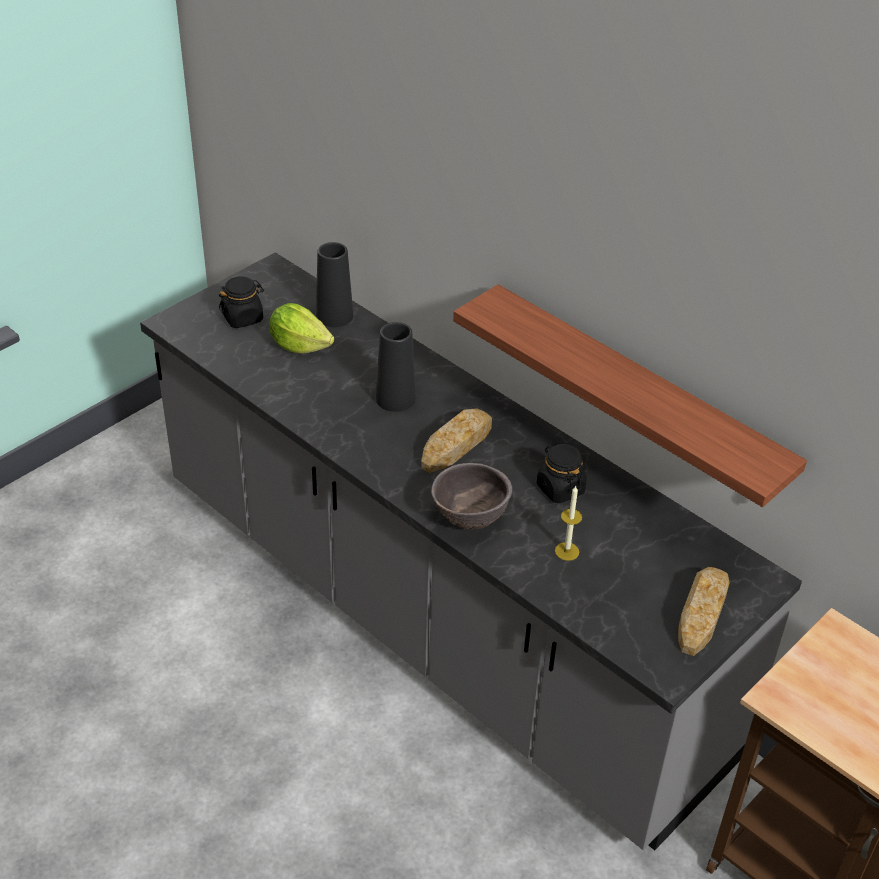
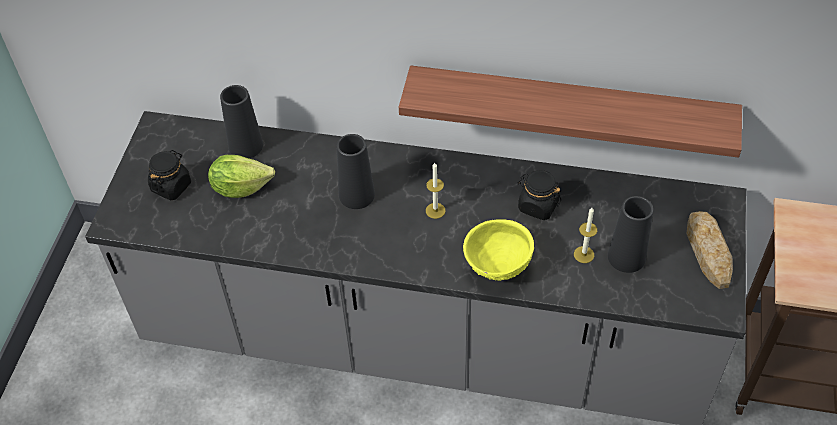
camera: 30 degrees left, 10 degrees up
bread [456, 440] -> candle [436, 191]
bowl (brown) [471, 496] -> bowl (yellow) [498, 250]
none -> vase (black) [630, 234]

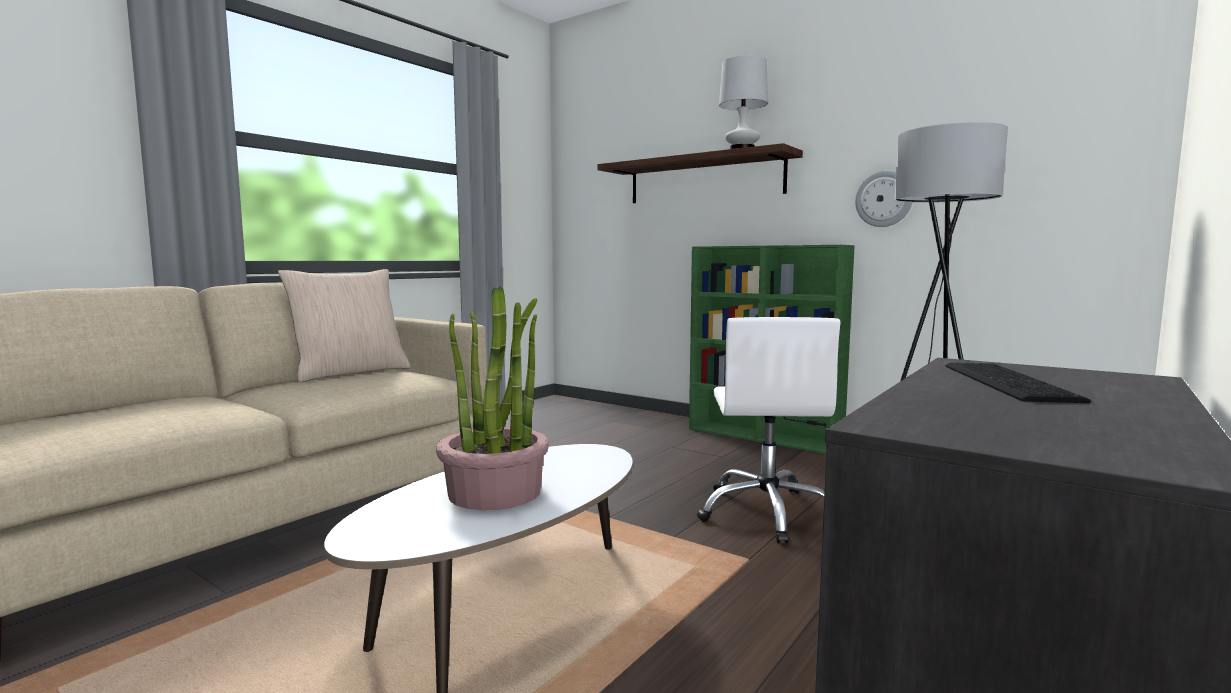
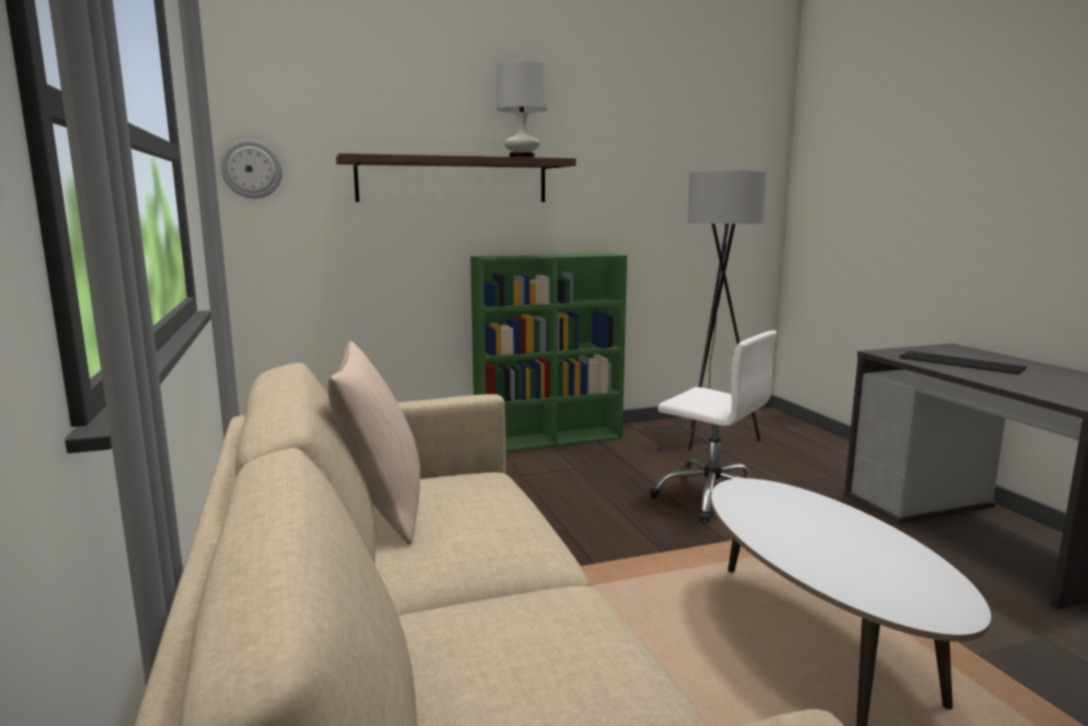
camera: 55 degrees left, 5 degrees up
potted plant [492, 398] -> none
wall clock [883, 199] -> wall clock [251, 169], moved

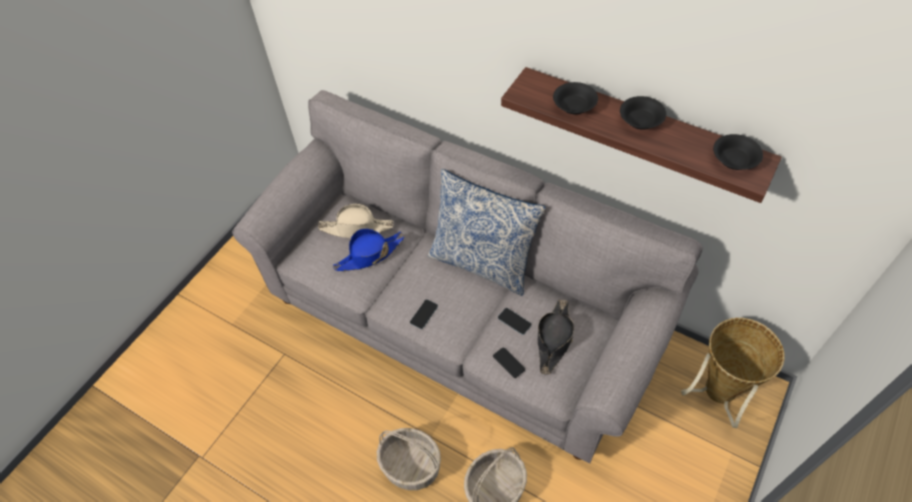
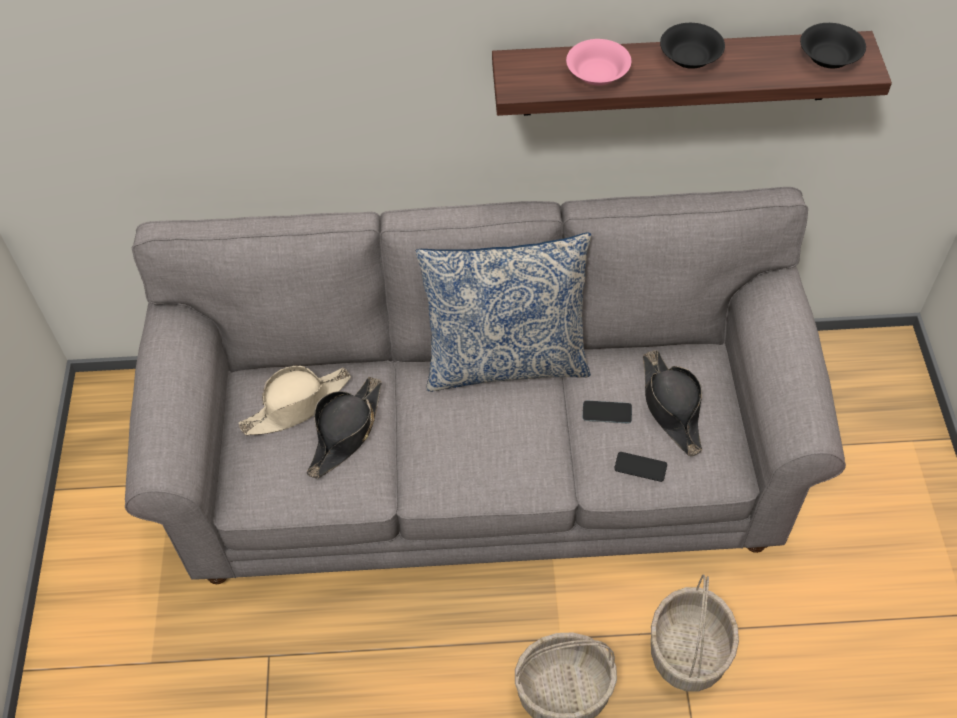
camera: 35 degrees left, 0 degrees up
hat (blue) [368, 249] -> hat (black) [344, 428]
phone [424, 314] -> none
bowl (black) [575, 98] -> bowl (pink) [598, 62]
basket [733, 373] -> none

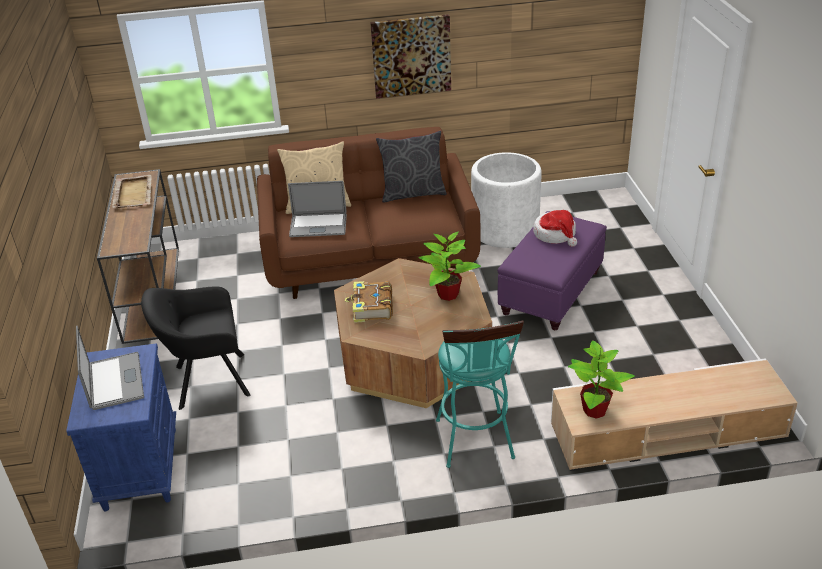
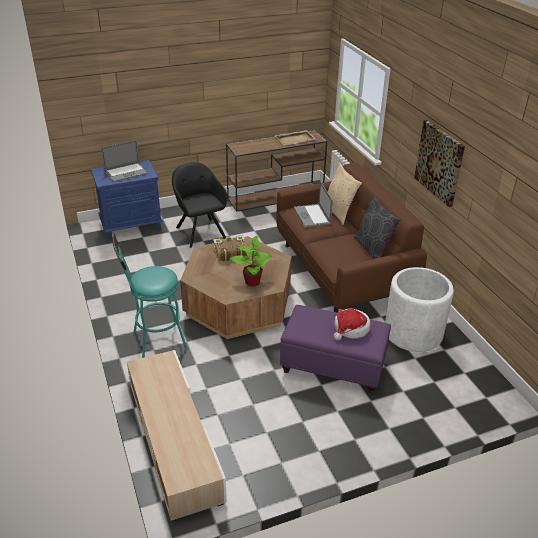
camera: 75 degrees right, 0 degrees up
potted plant [601, 379] -> none

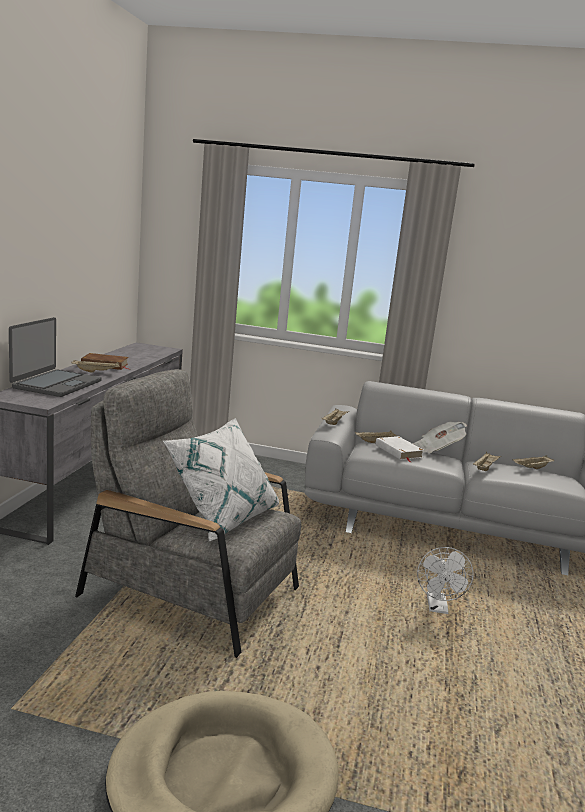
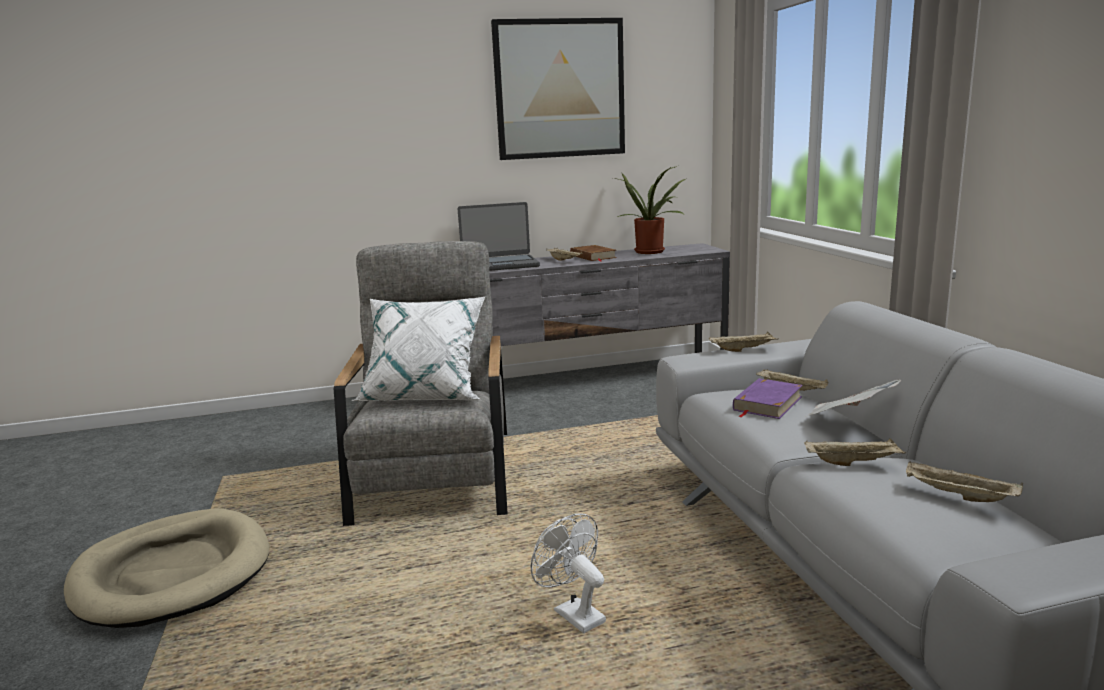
camera: 65 degrees right, 0 degrees up
book (white) [400, 449] -> book (purple) [768, 398]
fan (white) [445, 580] -> fan (white) [568, 573], 75 degrees clockwise
none -> picture [558, 89]
none -> potted plant [649, 210]

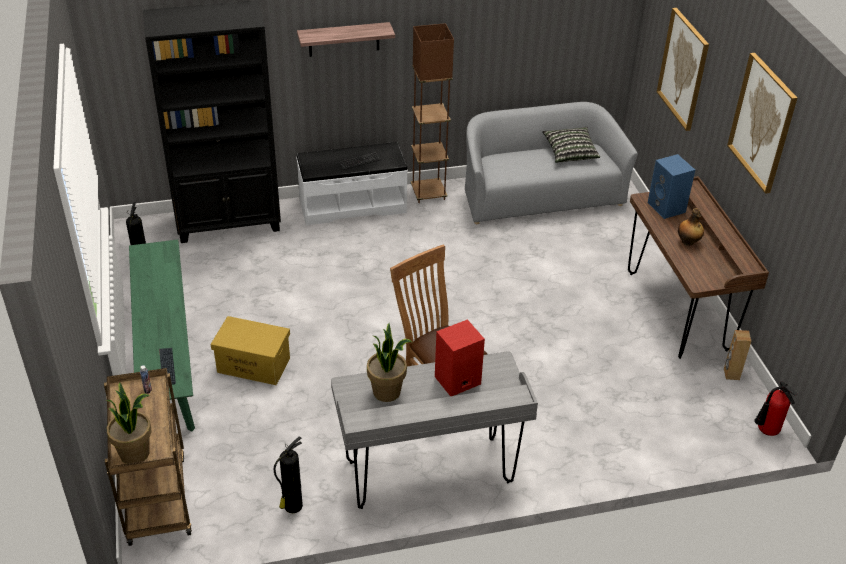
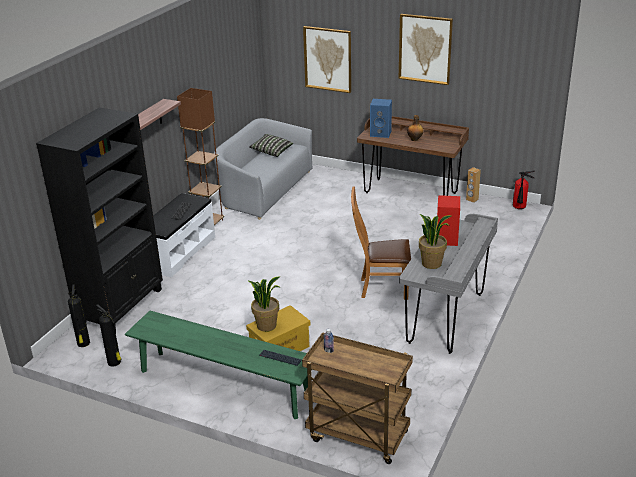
camera: 50 degrees left, 10 degrees down
potted plant [128, 423] -> potted plant [265, 304], moved
fire extinguisher [288, 474] -> fire extinguisher [79, 315], moved

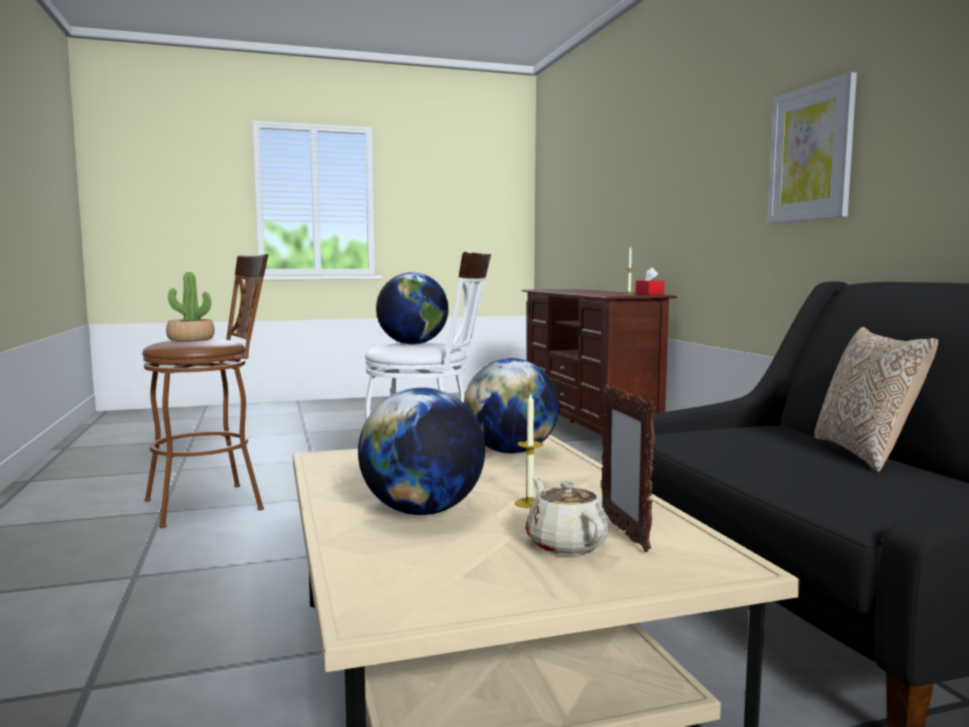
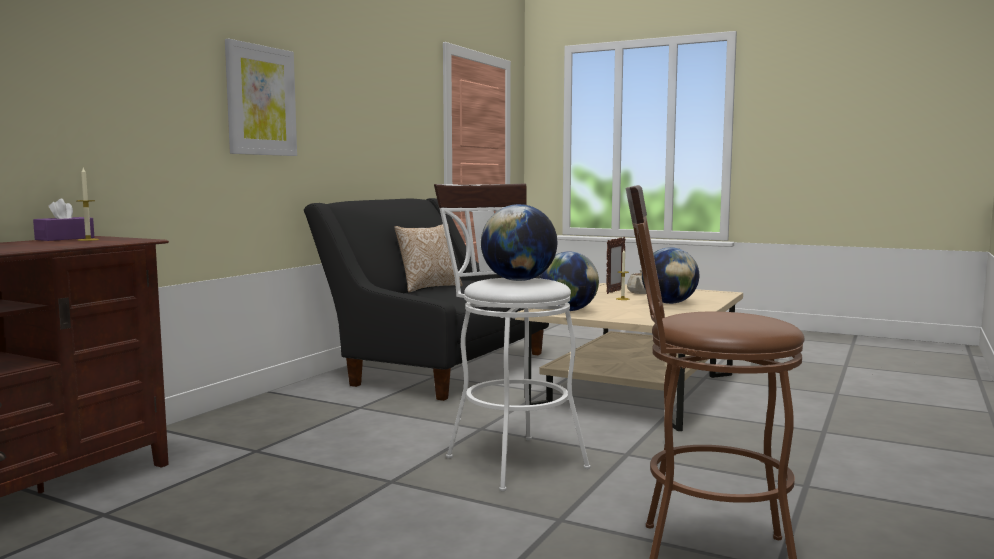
camera: 135 degrees left, 0 degrees up
potted plant [190, 306] -> none
tissue box (red) [649, 281] -> tissue box (purple) [63, 220]

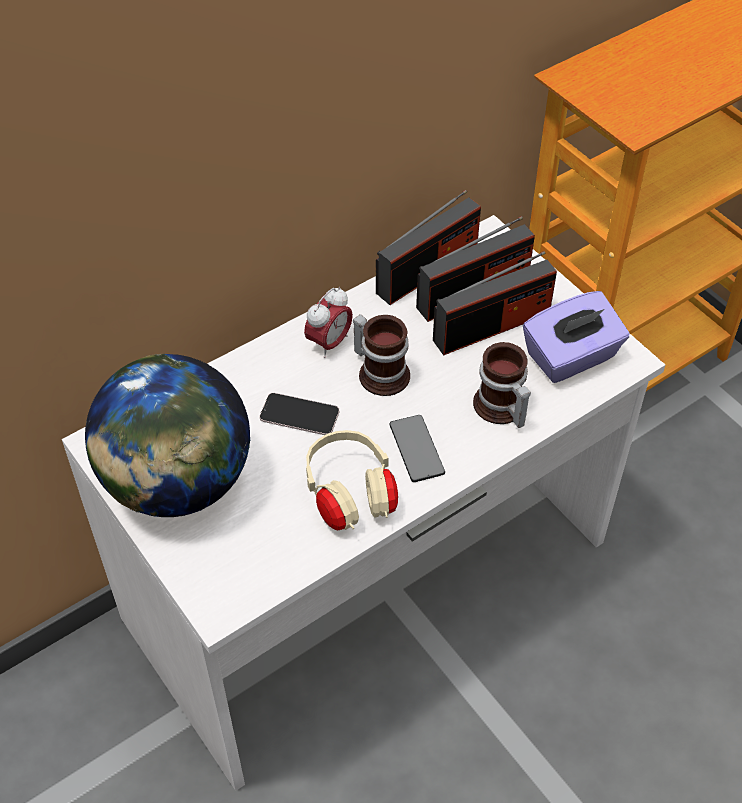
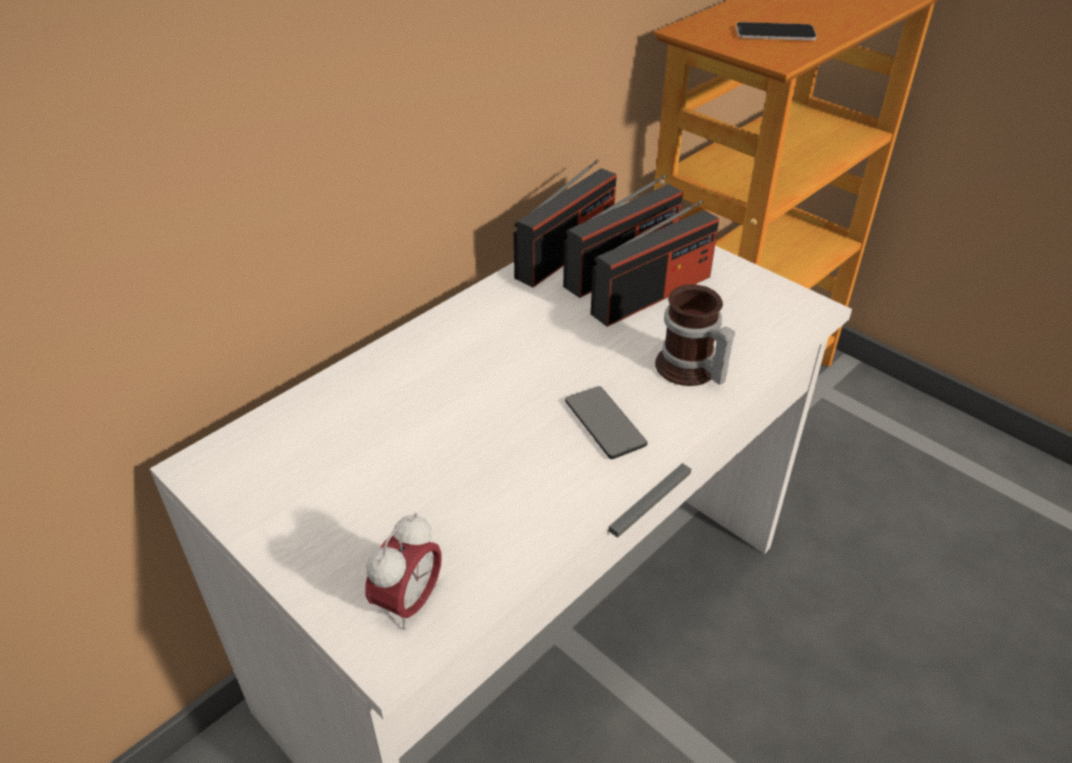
camera: 10 degrees left, 10 degrees down
globe [167, 435] -> none
phone [299, 414] -> phone [776, 31], moved
alarm clock [328, 322] -> alarm clock [403, 571], moved
headphones (beige) [352, 480] -> none
mug [381, 355] -> none
tissue box (purple) [576, 337] -> none

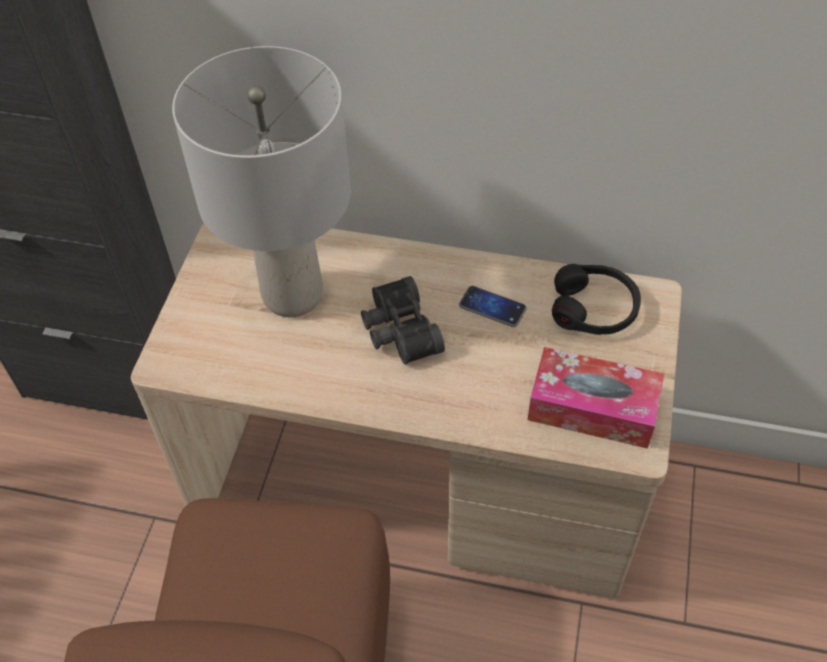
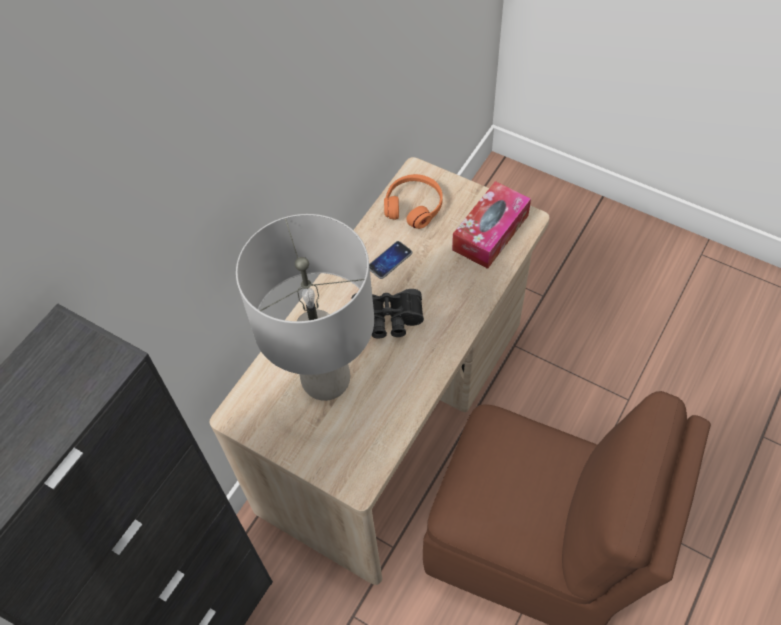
camera: 70 degrees left, 5 degrees up
headphones (black) [596, 299] -> headphones (orange) [413, 201]

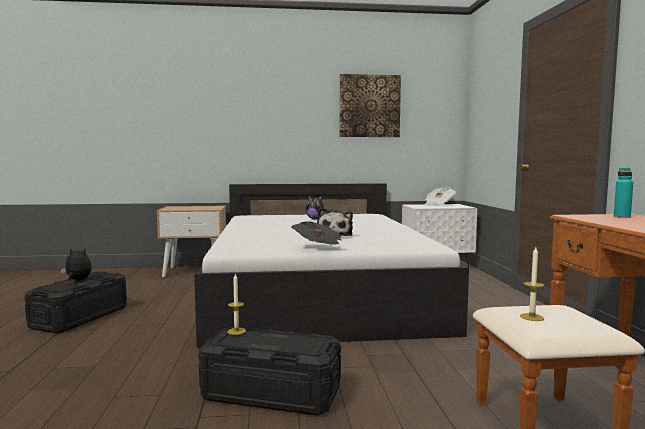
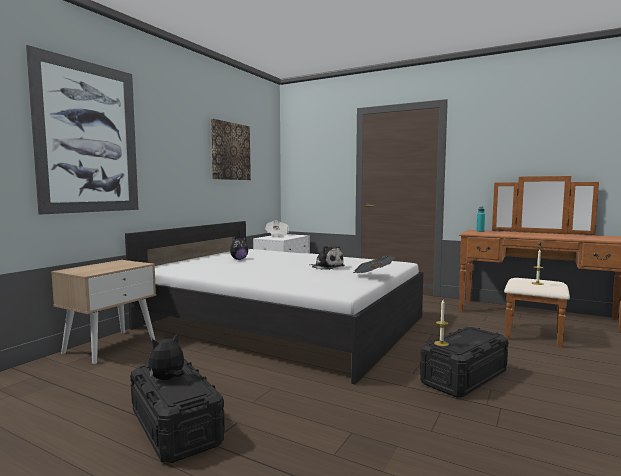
camera: 55 degrees left, 0 degrees up
none -> picture [82, 130]

